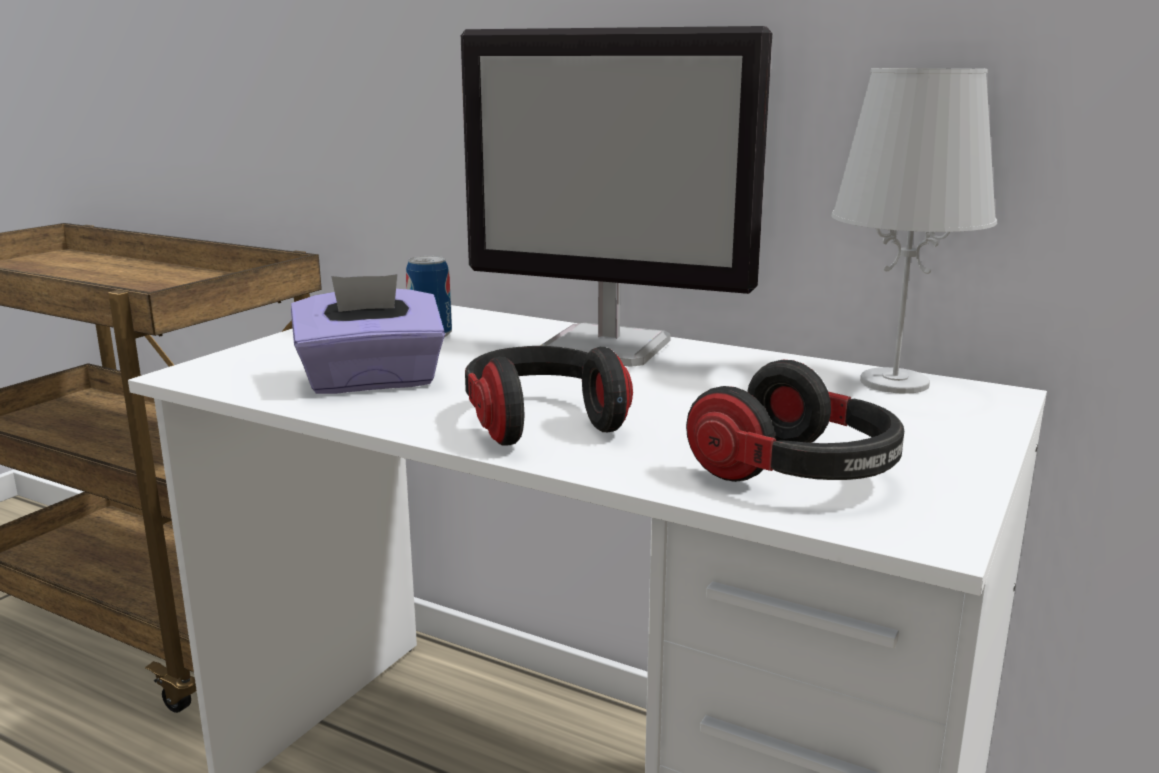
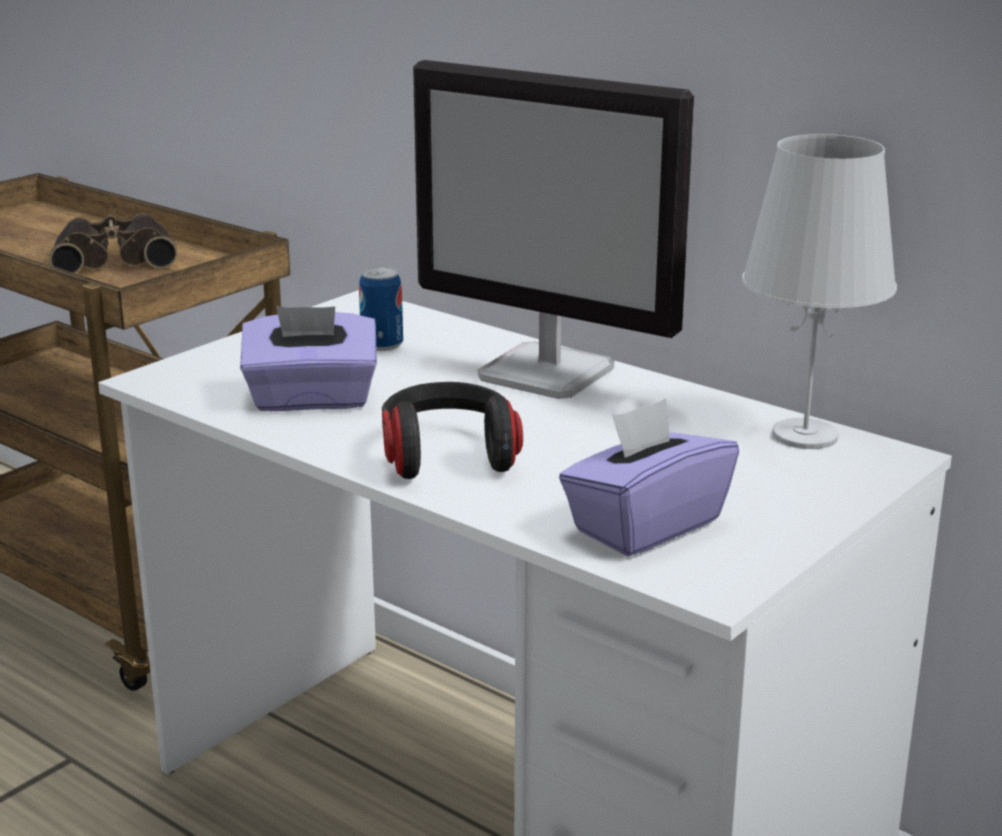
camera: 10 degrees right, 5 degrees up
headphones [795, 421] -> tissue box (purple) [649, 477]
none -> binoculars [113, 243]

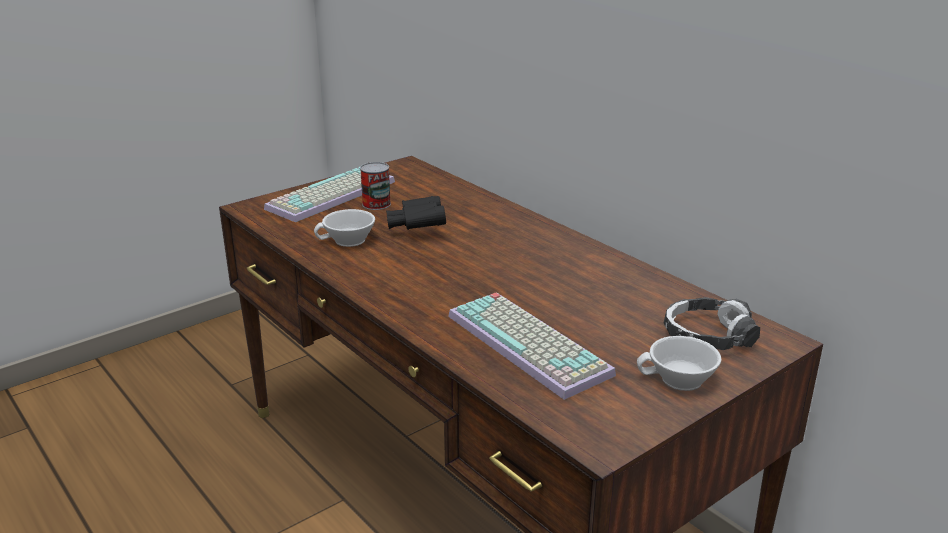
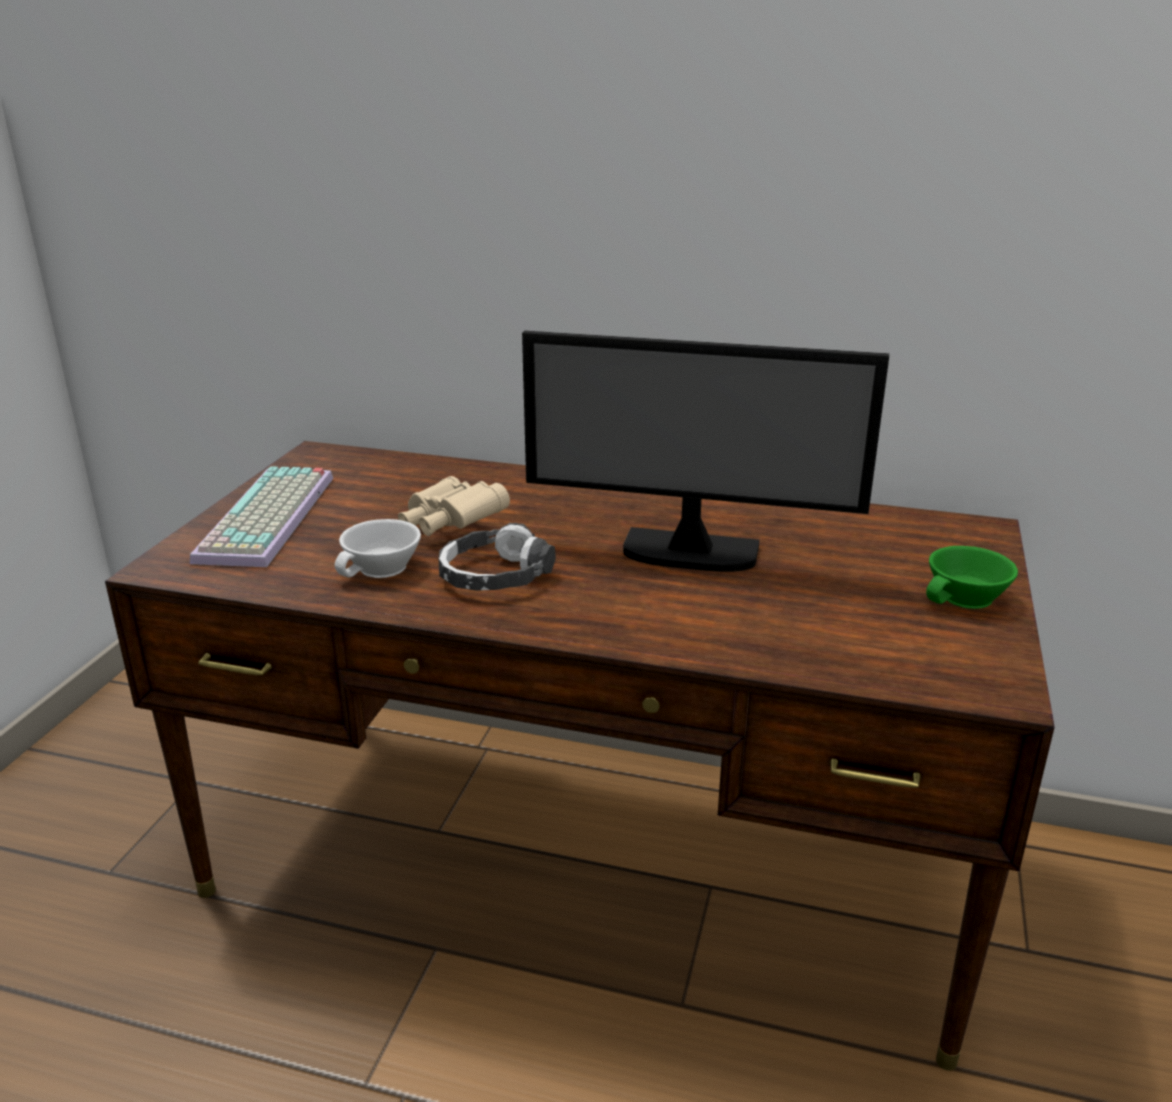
camera: 35 degrees left, 0 degrees up
can [375, 186] -> none
binoculars (black) [416, 213] -> binoculars (beige) [454, 506]
keyboard [532, 346] -> none
cup (white) [679, 363] -> cup (green) [972, 577]
headphones [712, 323] -> headphones [497, 557], moved
none -> monitor [705, 451]

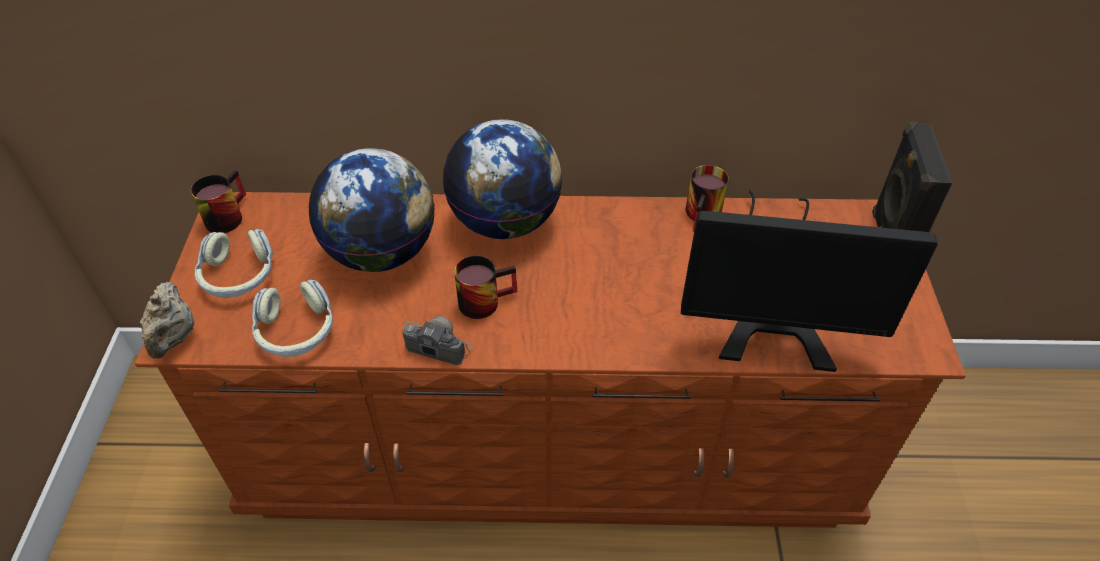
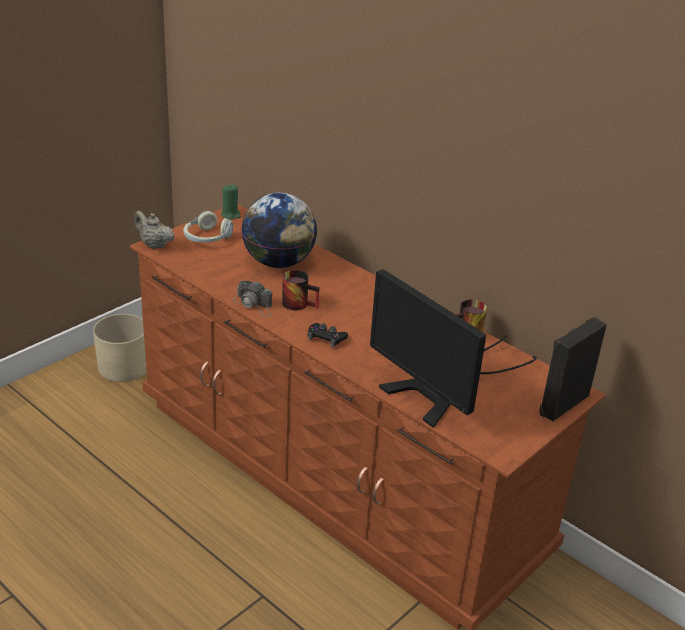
camera: 40 degrees right, 15 degrees down
teapot (beige) [167, 320] -> teapot (beige) [154, 230], 90 degrees clockwise
mug [218, 201] -> candle (green) [231, 202]
headphones [292, 318] -> none
photo camera [437, 340] -> photo camera [252, 299], 150 degrees clockwise
globe [503, 179] -> none
none -> planter (beige) [120, 348]
none -> game controller (black) [328, 335]

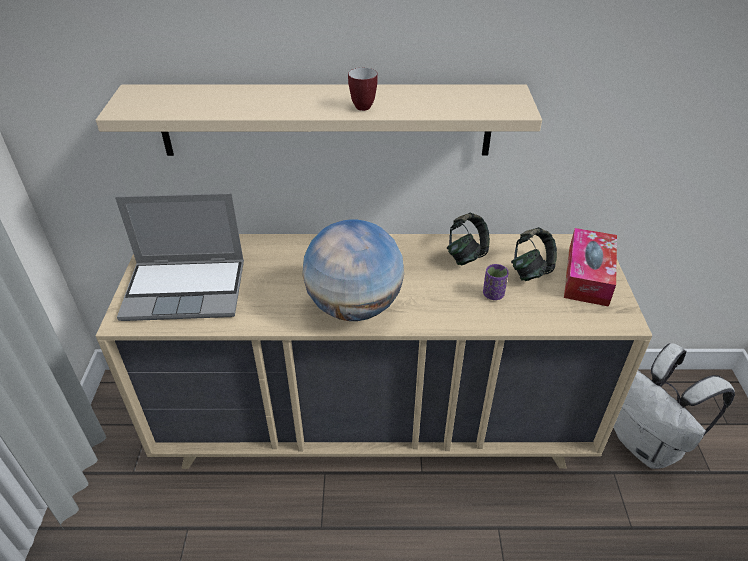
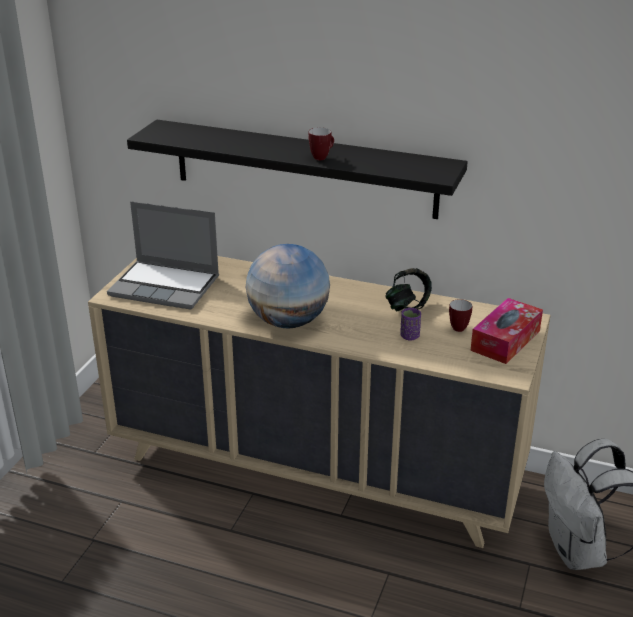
camera: 20 degrees right, 10 degrees down
shelf (beige) [319, 120] -> shelf (black) [297, 169]
headphones [534, 254] -> mug [460, 315]

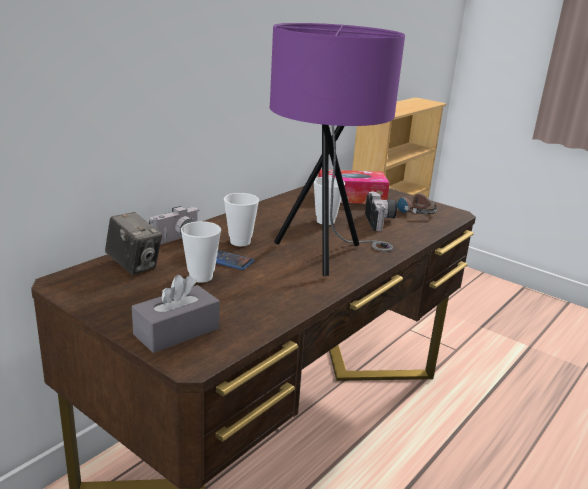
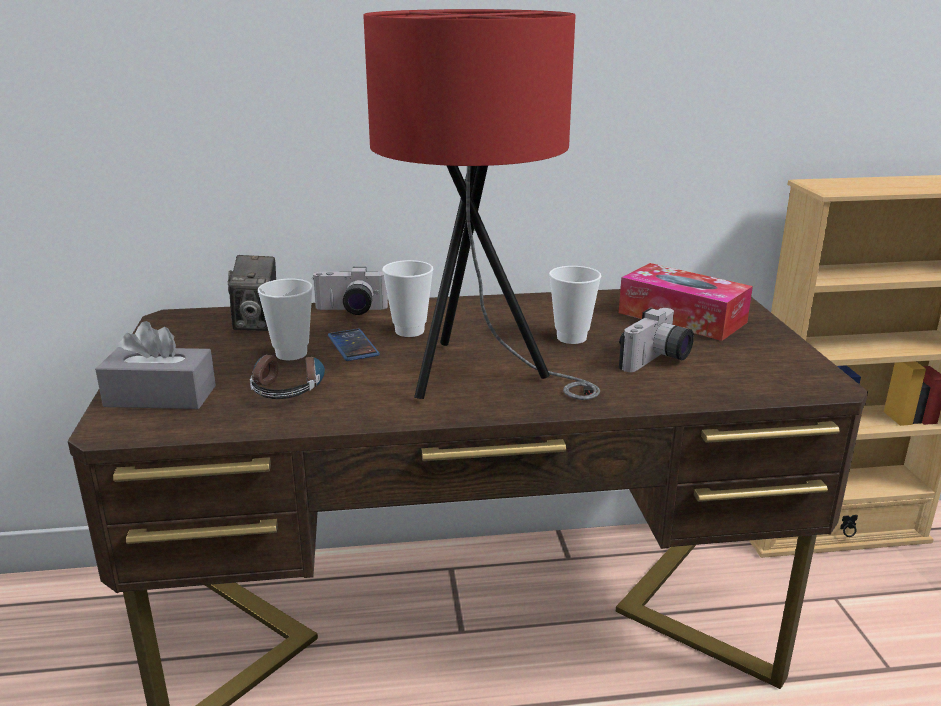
camera: 45 degrees right, 0 degrees up
table lamp (purple) [337, 149] -> table lamp (red) [481, 204]
headphones [417, 204] -> headphones [287, 376], moved

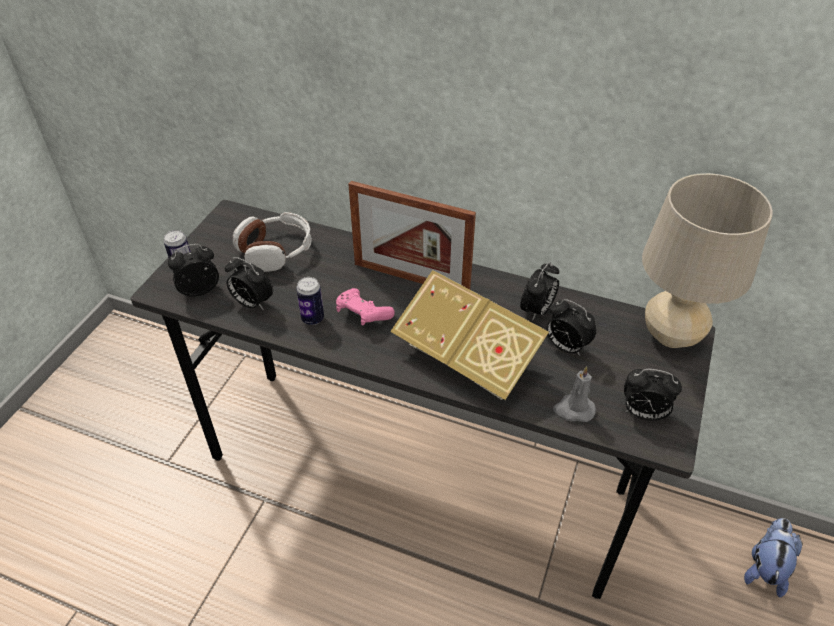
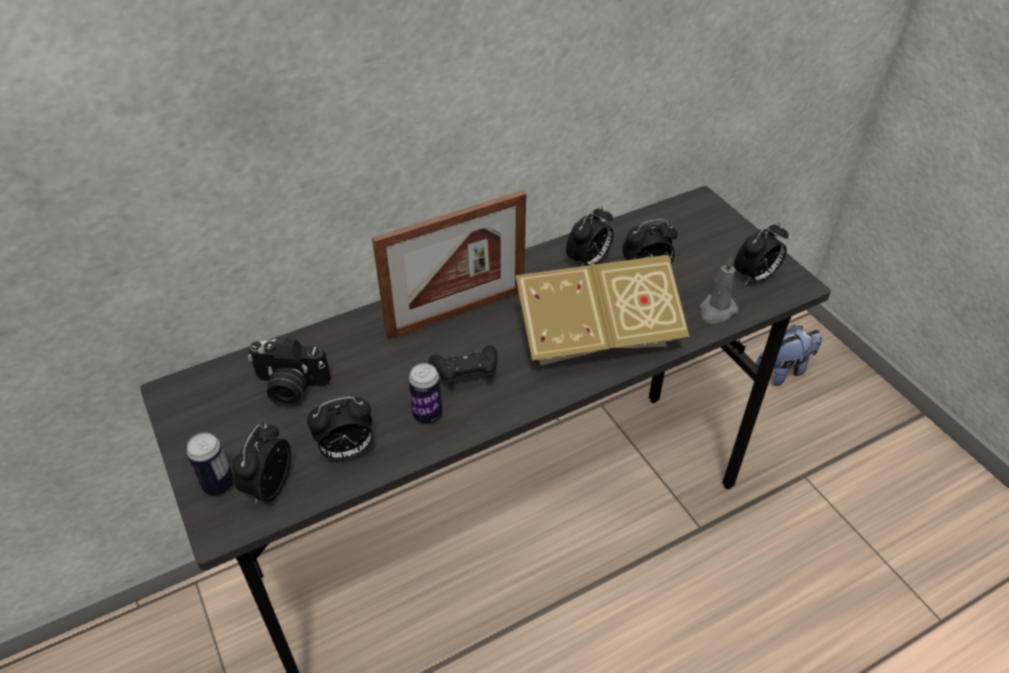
camera: 50 degrees left, 0 degrees up
headphones [272, 242] -> photo camera [289, 372]
game controller (pink) [365, 307] -> game controller (black) [463, 365]
alarm clock [539, 291] -> alarm clock [590, 235], 60 degrees clockwise
table lamp (beige) [707, 260] -> none
plush toy [773, 558] -> plush toy [789, 355], 90 degrees clockwise

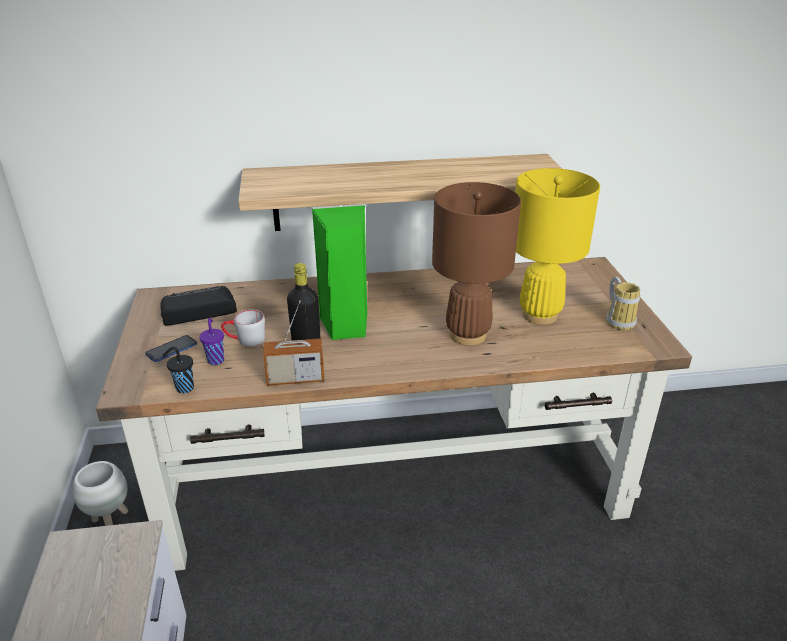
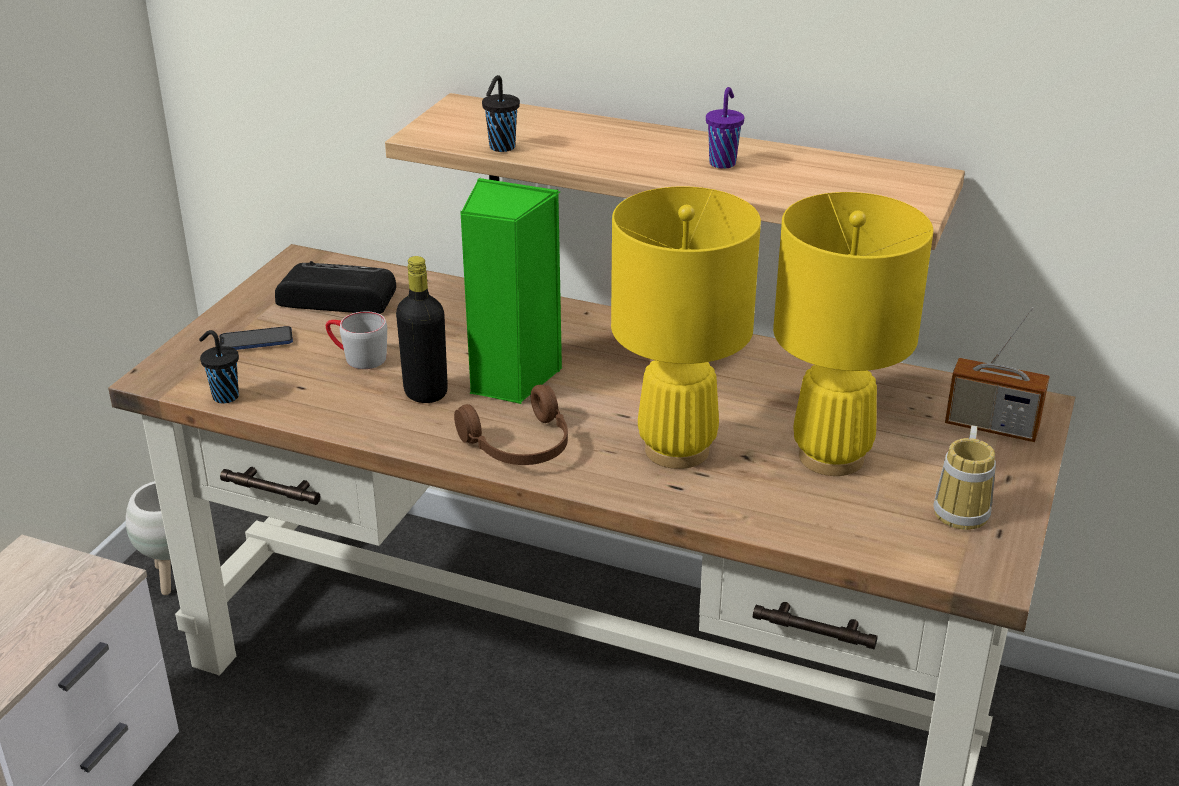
camera: 30 degrees right, 0 degrees up
cup (purple) [211, 341] -> cup (purple) [725, 128], moved
radio [294, 343] -> radio [997, 374], moved
table lamp (brown) [476, 264] -> table lamp (yellow) [686, 327]
none -> headphones (brown) [511, 425]
none -> cup (black) [501, 113]

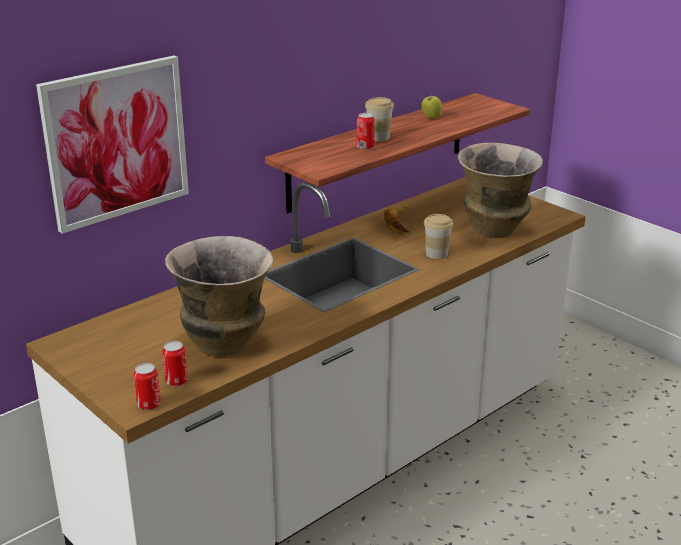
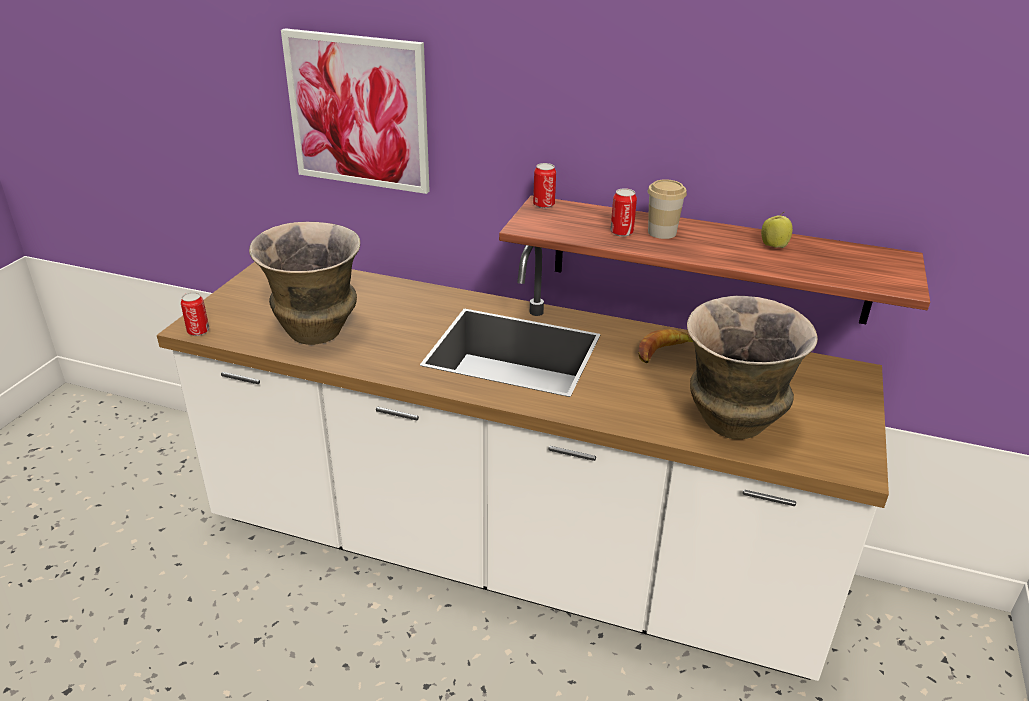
camera: 60 degrees right, 5 degrees up
can [175, 363] -> can [544, 186], moved
cup [438, 236] -> none

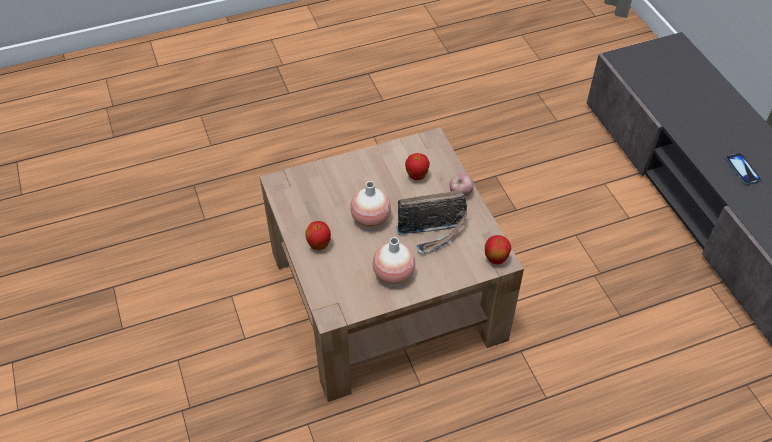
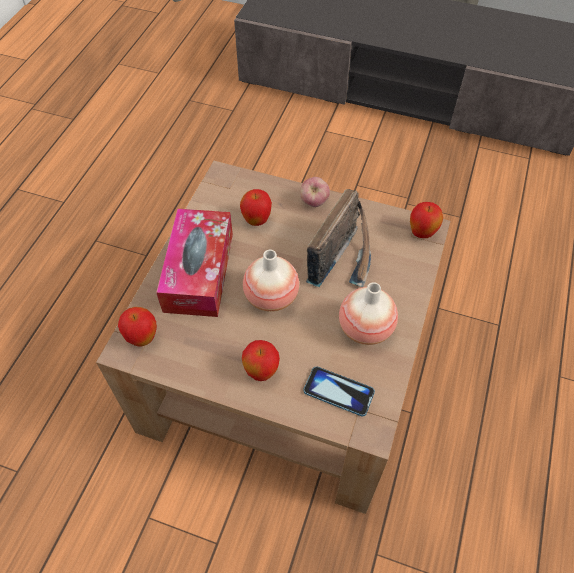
camera: 50 degrees left, 5 degrees up
phone [743, 169] -> phone [339, 391], moved
none -> apple [137, 327]
none -> tissue box [194, 263]

